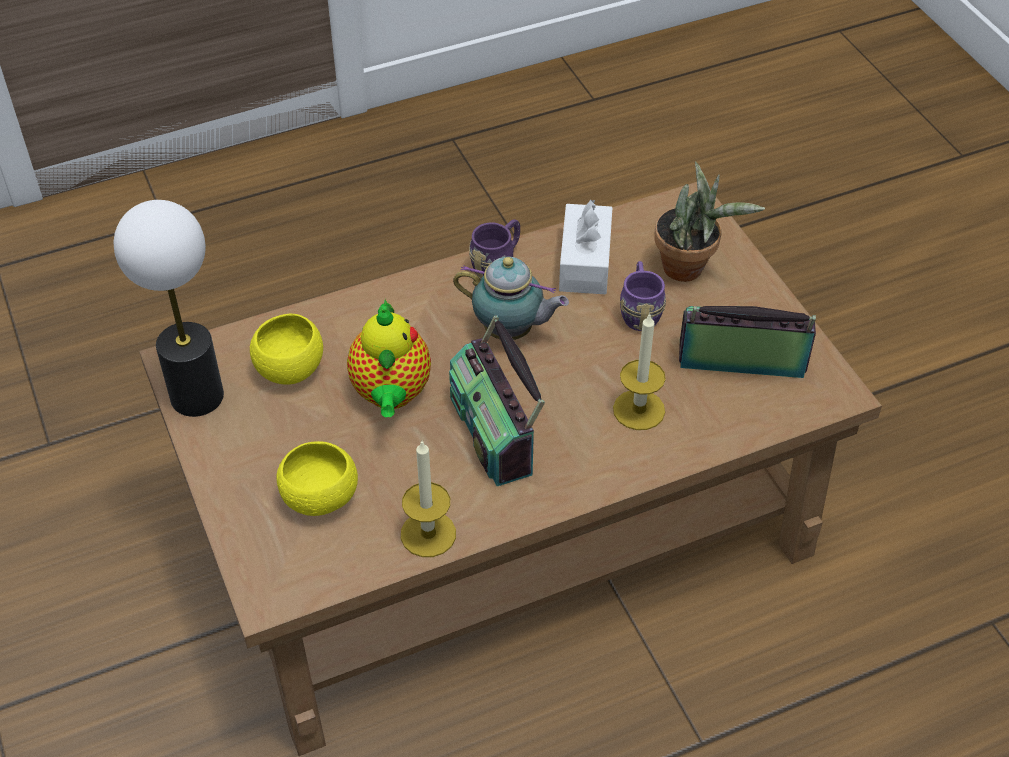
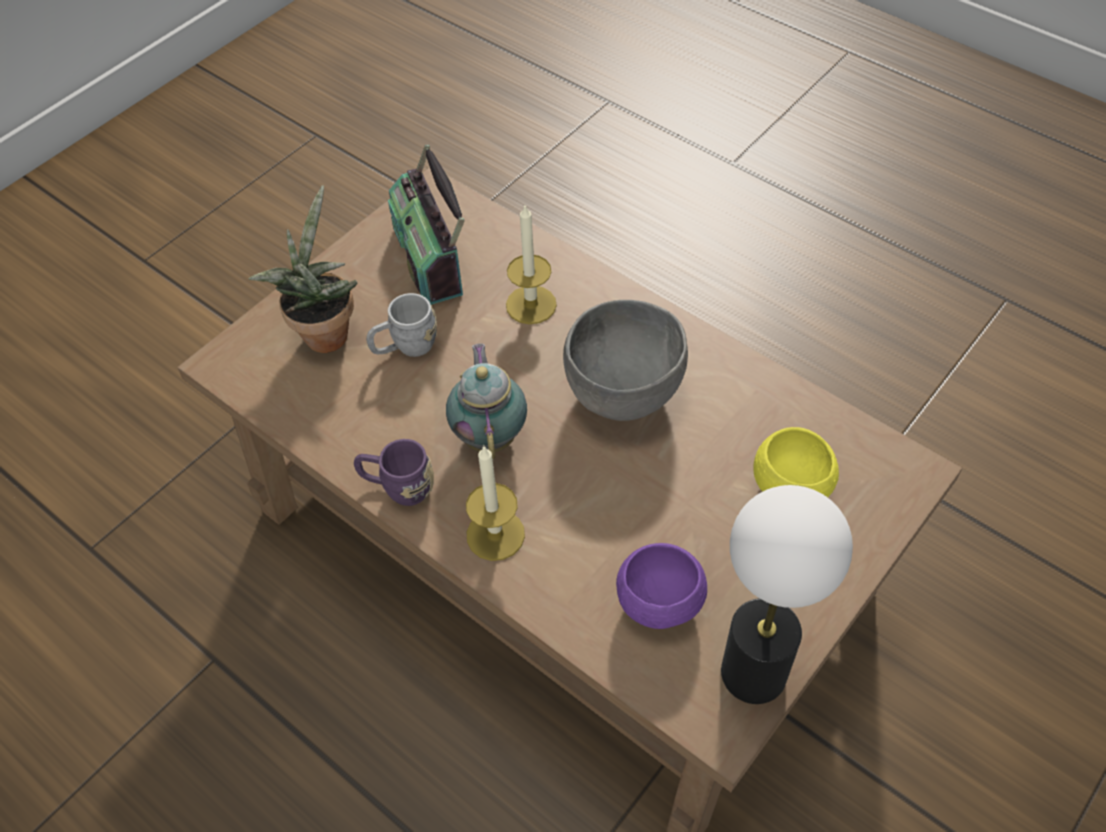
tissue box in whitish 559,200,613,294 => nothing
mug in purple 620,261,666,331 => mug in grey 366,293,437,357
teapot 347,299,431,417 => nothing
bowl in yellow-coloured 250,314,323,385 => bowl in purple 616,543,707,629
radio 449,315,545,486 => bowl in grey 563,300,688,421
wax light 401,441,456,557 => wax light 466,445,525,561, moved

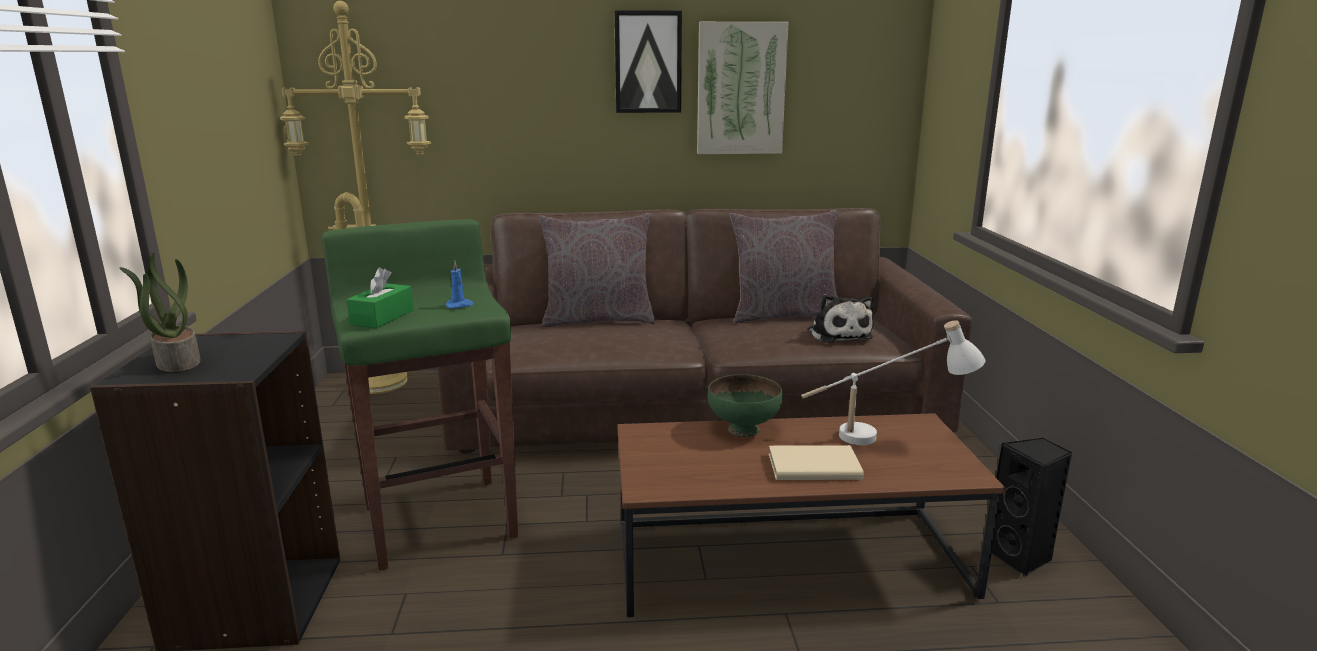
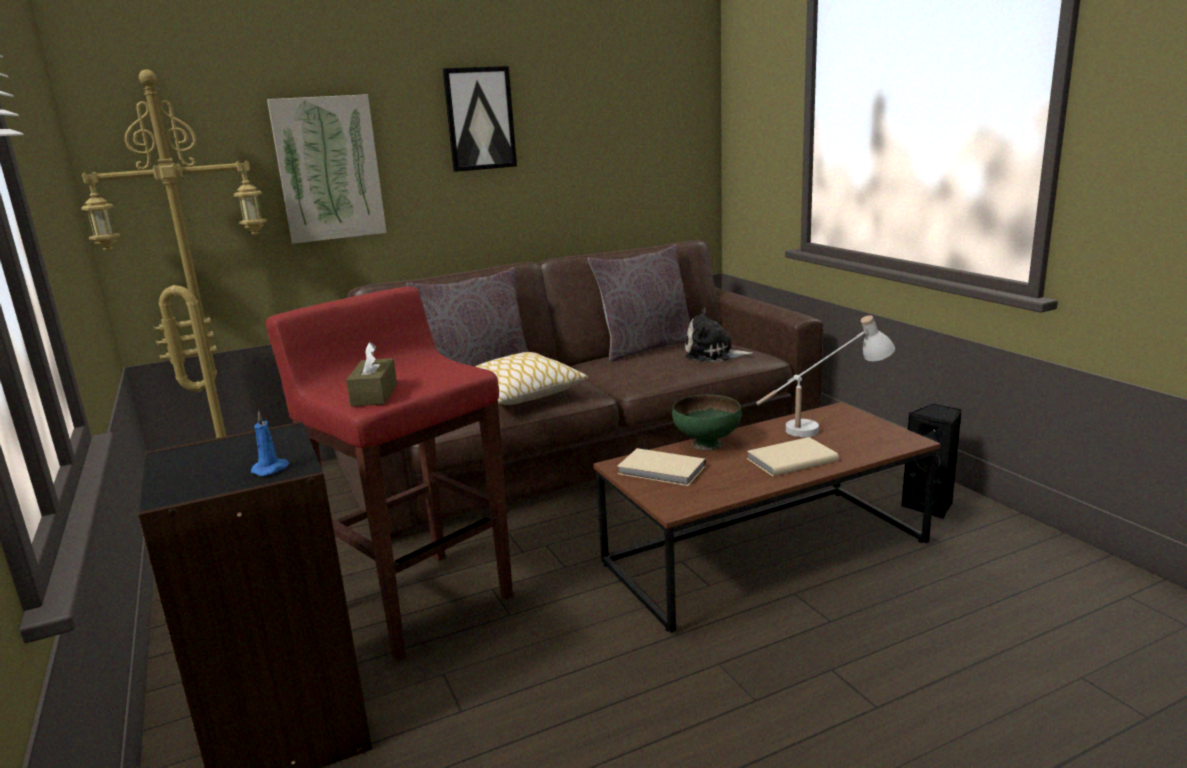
picture 697,22,788,154 => picture 267,94,387,244, moved
sitting stool in greenish 322,219,518,571 => sitting stool in reddish 265,287,513,662
plant in a pot 119,252,200,372 => nothing
wax light in bluish 445,261,474,309 => wax light in bluish 251,411,289,476, moved
tissue box in greenish 347,268,414,328 => tissue box in brown 346,342,397,407
plush toy 809,294,874,343 => plush toy 685,308,752,361, 135 degrees clockwise
nothing => cushion 475,352,588,405
nothing => book in beige 618,448,706,486

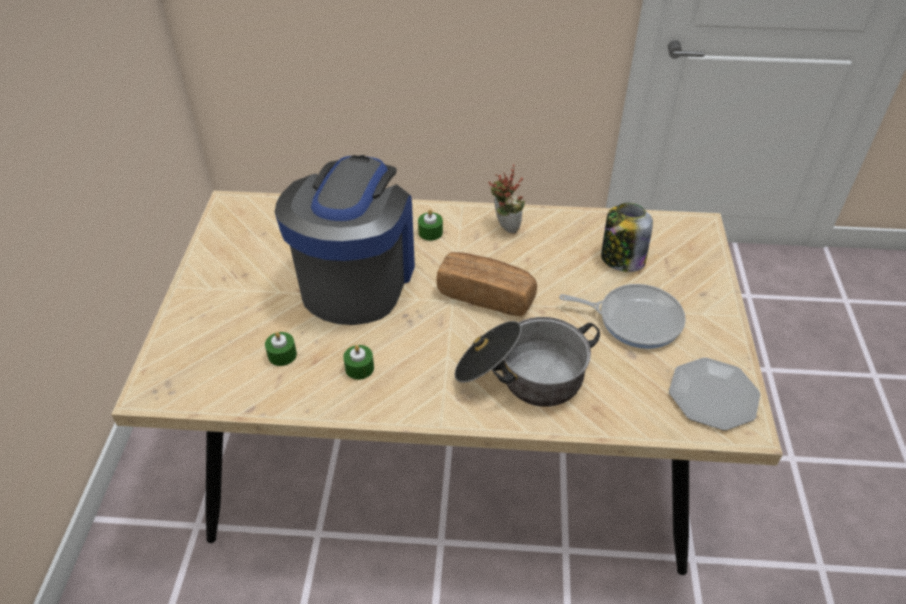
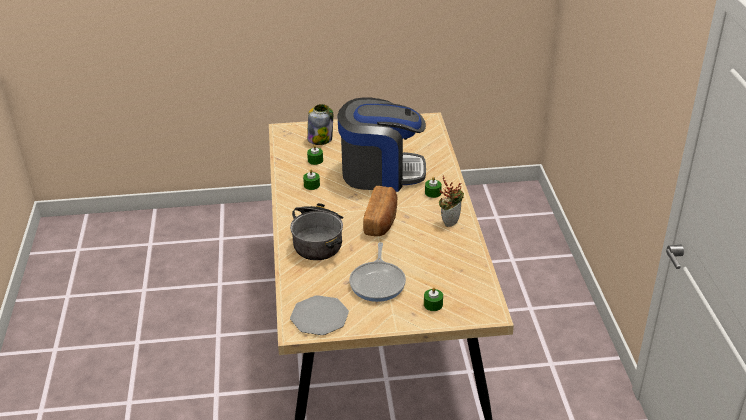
jar 601,203,653,272 => jar 307,104,333,145, moved
nothing => wax light in greenish 424,287,443,311

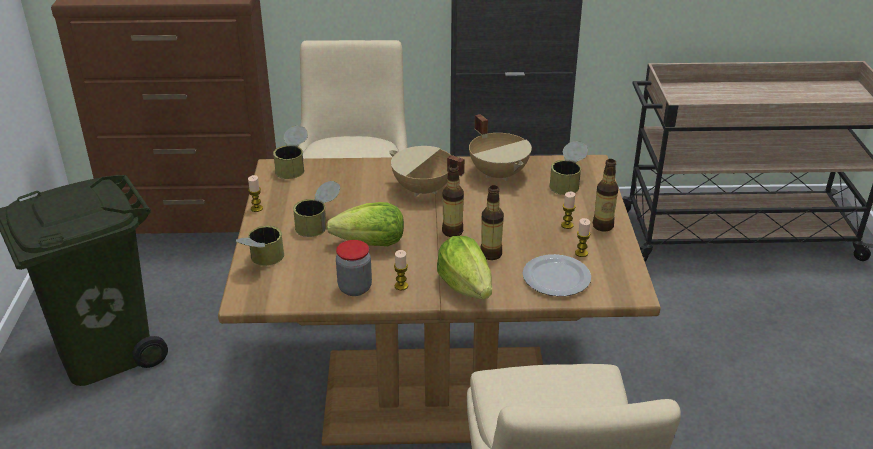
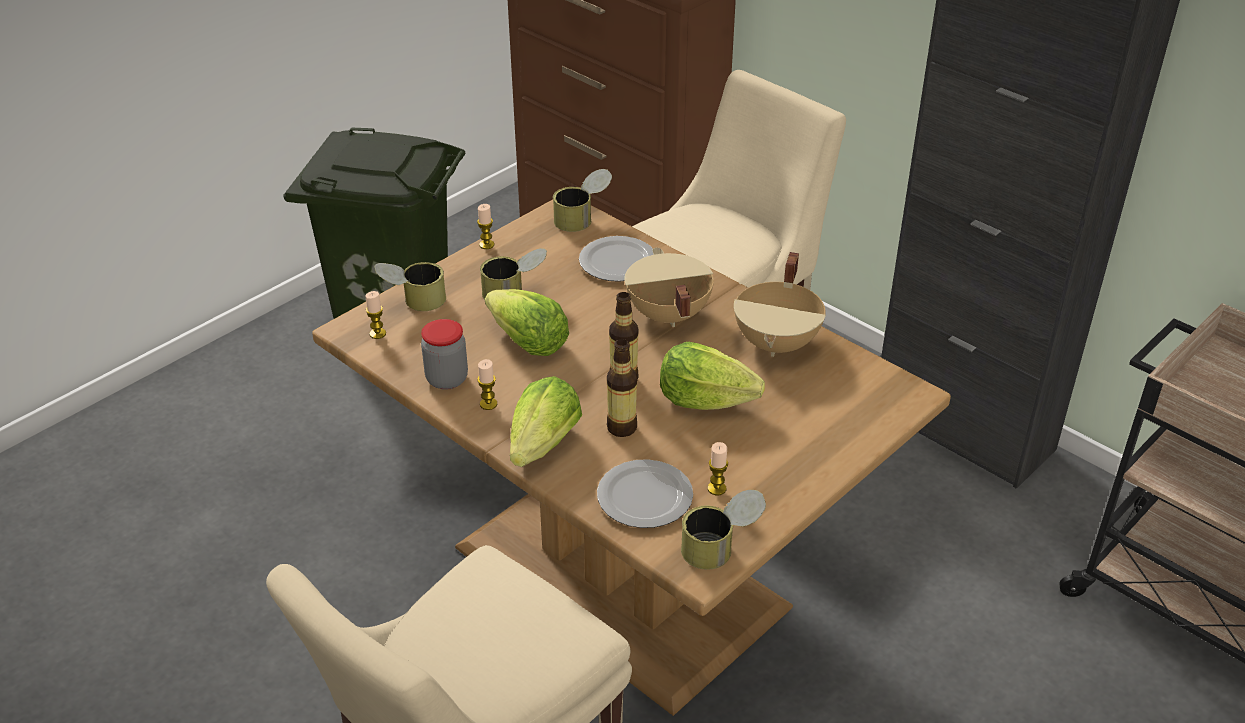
can 549,141,588,195 => can 681,490,766,570, moved
beverage bottle 593,159,619,232 => nothing
wax light 561,192,576,229 => wax light 365,291,386,339, moved
nothing => flat dish 579,236,654,282
nothing => head of lettuce 660,342,765,410

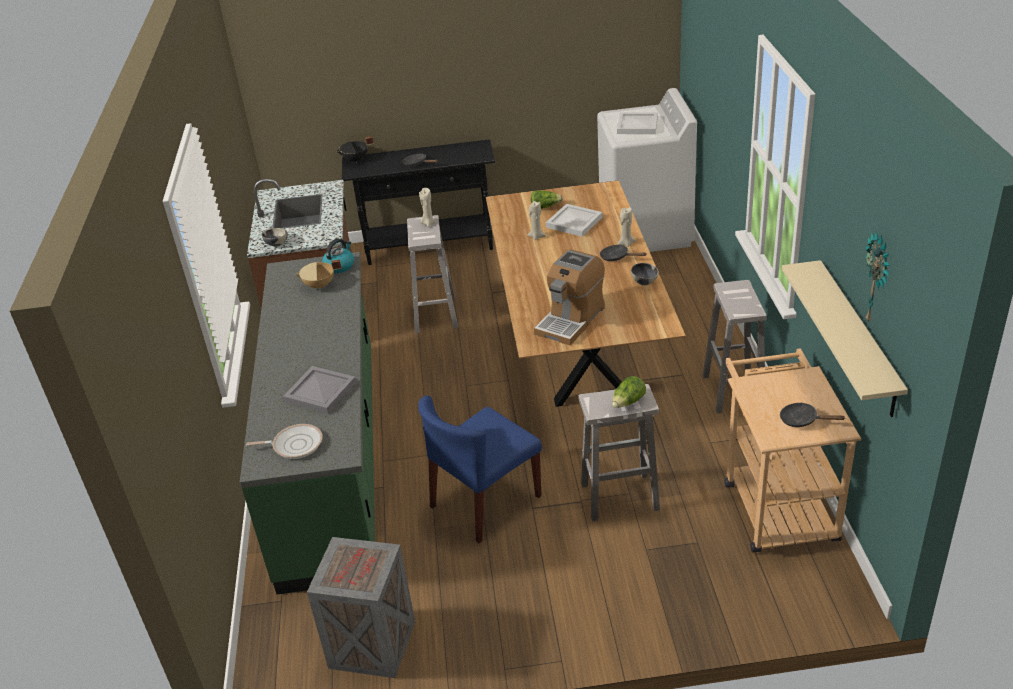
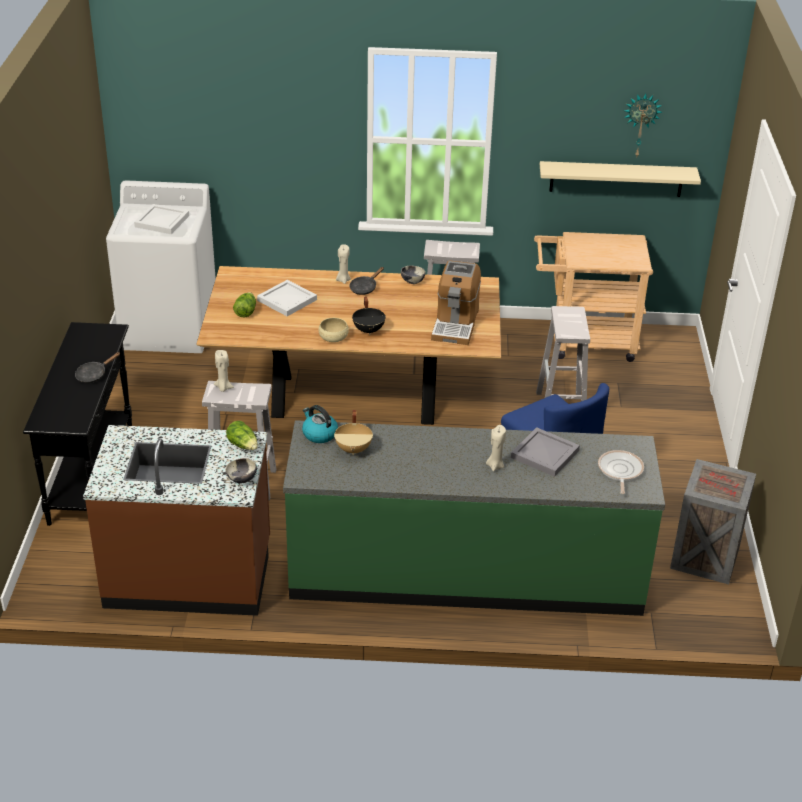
saucepot in black 336,136,374,163 => saucepot in black 352,297,386,335, moved
wax light in beige 527,201,546,240 => wax light in beige 486,425,506,471, moved
coffee machine 534,249,605,345 => coffee machine 431,260,481,345, 60 degrees clockwise
head of lettuce 612,376,646,408 => head of lettuce 226,421,258,450, moved
frying pan in black 780,402,846,427 => nothing
nothing => bowl in beige 319,318,349,342

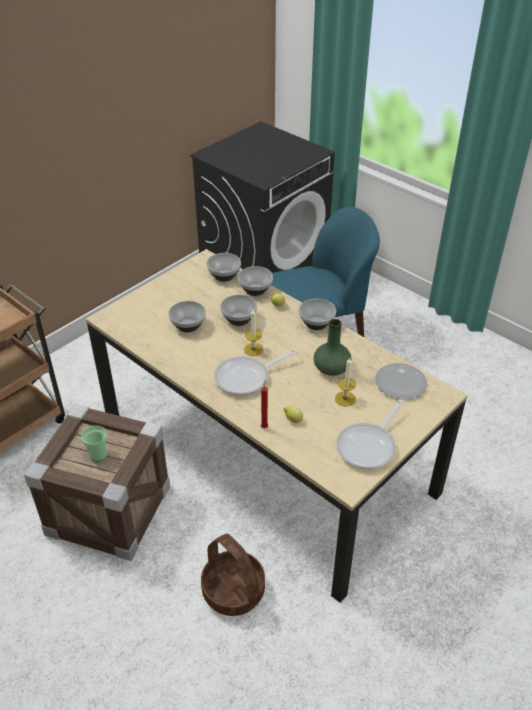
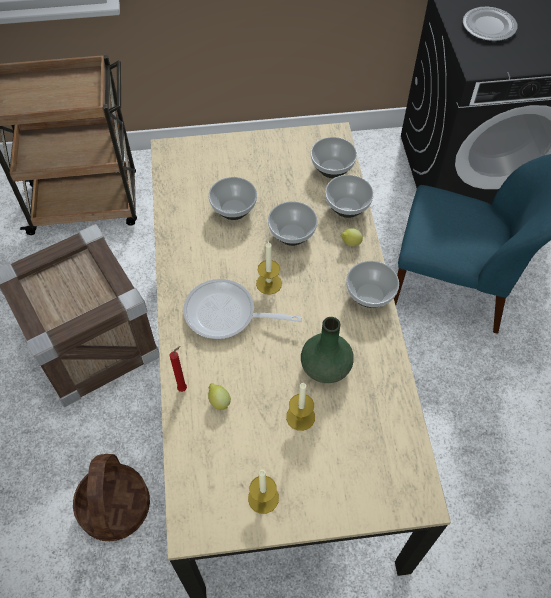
flat dish 375,363,427,399 => flat dish 463,7,517,41, moved
frying pan 336,400,403,469 => wax light 248,470,279,514
cup 81,426,107,461 => nothing

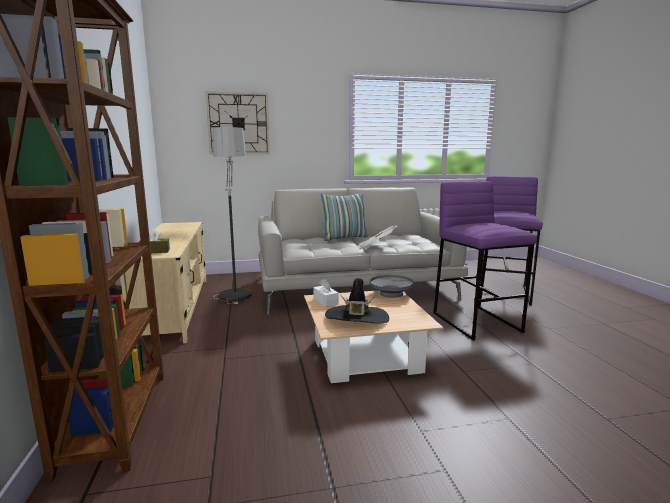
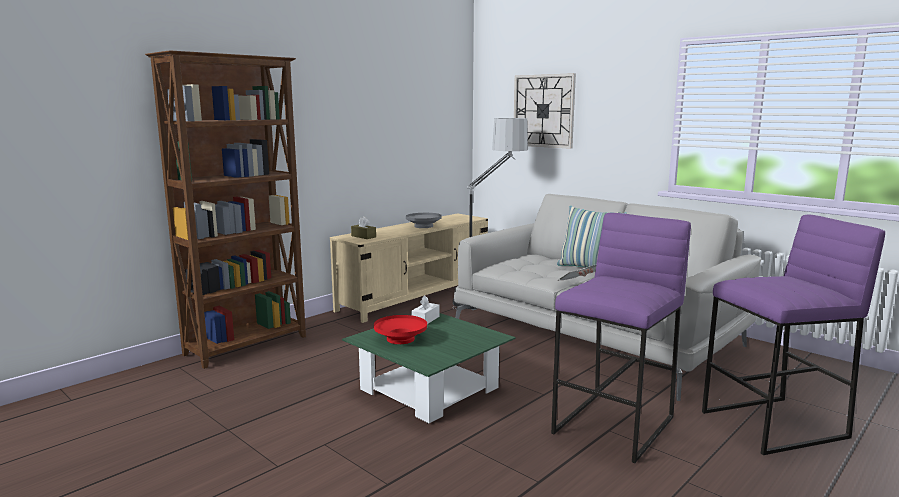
bowl in grey 370,275,414,298 => bowl in grey 406,213,442,228, moved
clothing hat in black 325,278,389,324 => bowl in reddish 374,315,427,344
lounge table in beige 304,290,443,384 => lounge table in greenish 342,313,515,423

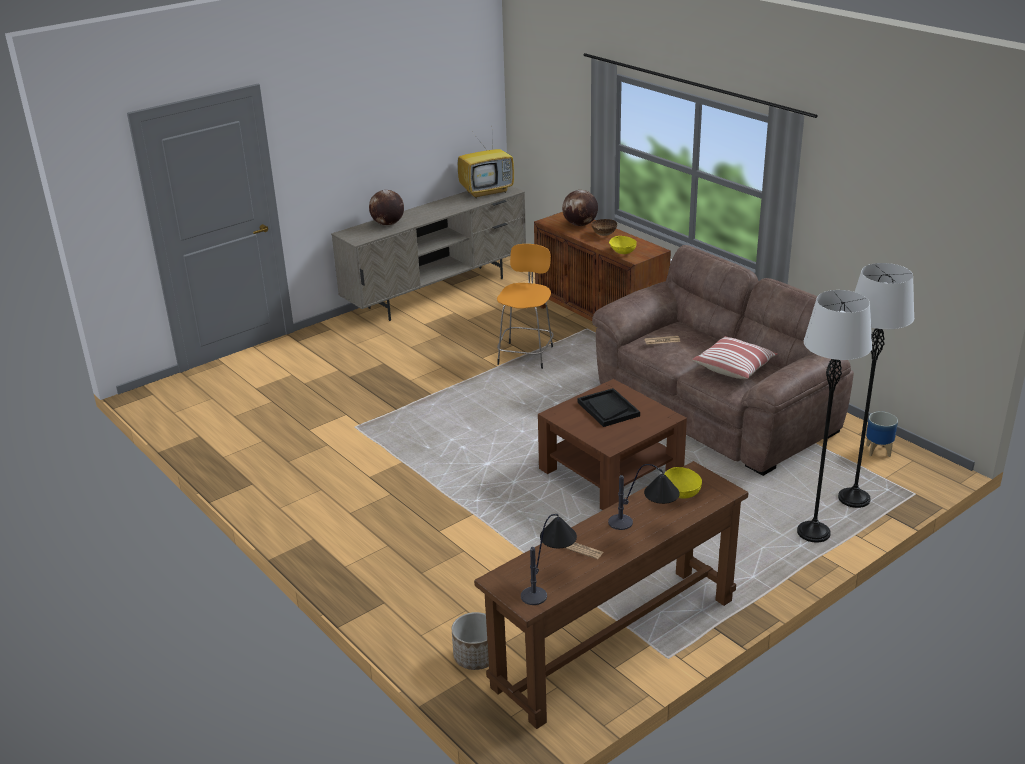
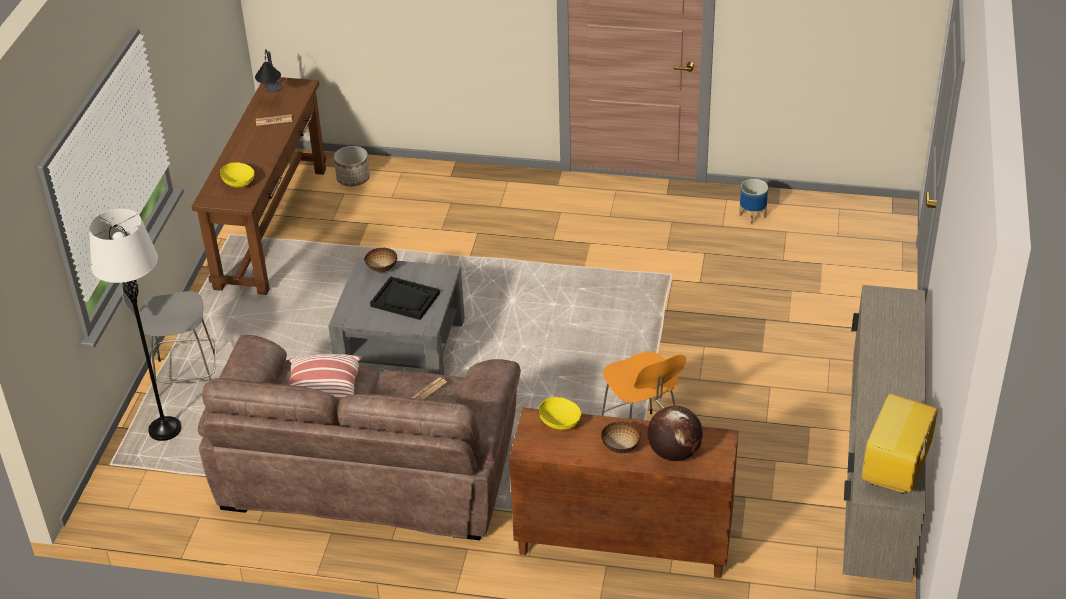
desk globe 369,190,404,226 => nothing
standing lamp in whitish 797,290,872,543 => sitting stool in grey 121,280,216,385
lounge table in brown 538,379,687,510 => lounge table in grey 328,257,465,375
plant pot 866,412,898,457 => plant pot 739,179,768,225, moved
lamp for a table 608,464,680,530 => nothing
nothing => bowl 364,248,397,273

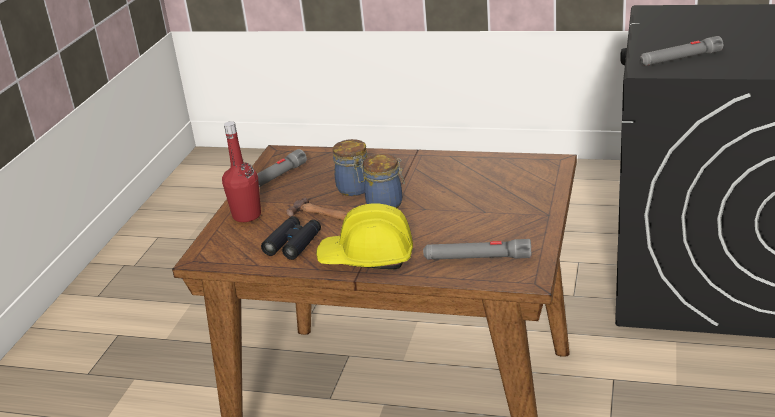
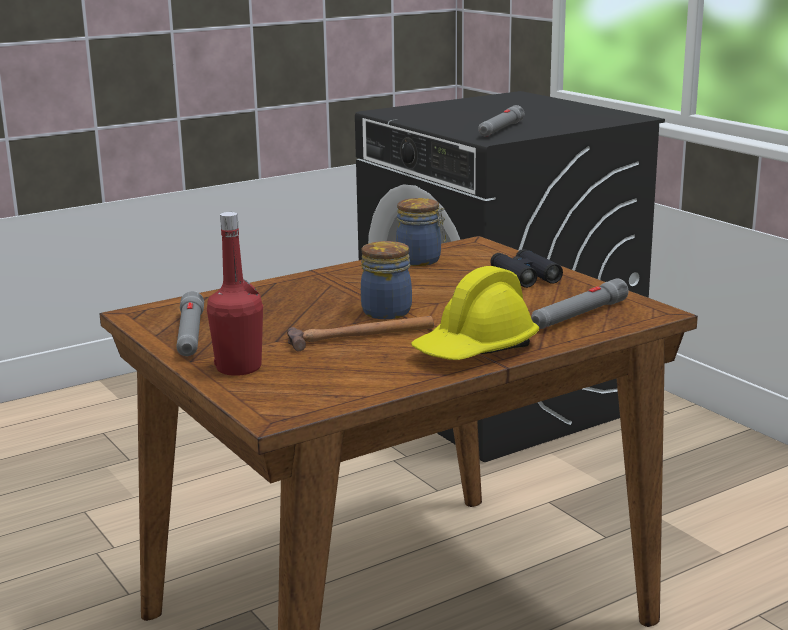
jar 333,139,368,196 => jar 396,198,446,266, moved
field glasses in black 261,216,321,260 => field glasses in black 490,249,563,288, moved

